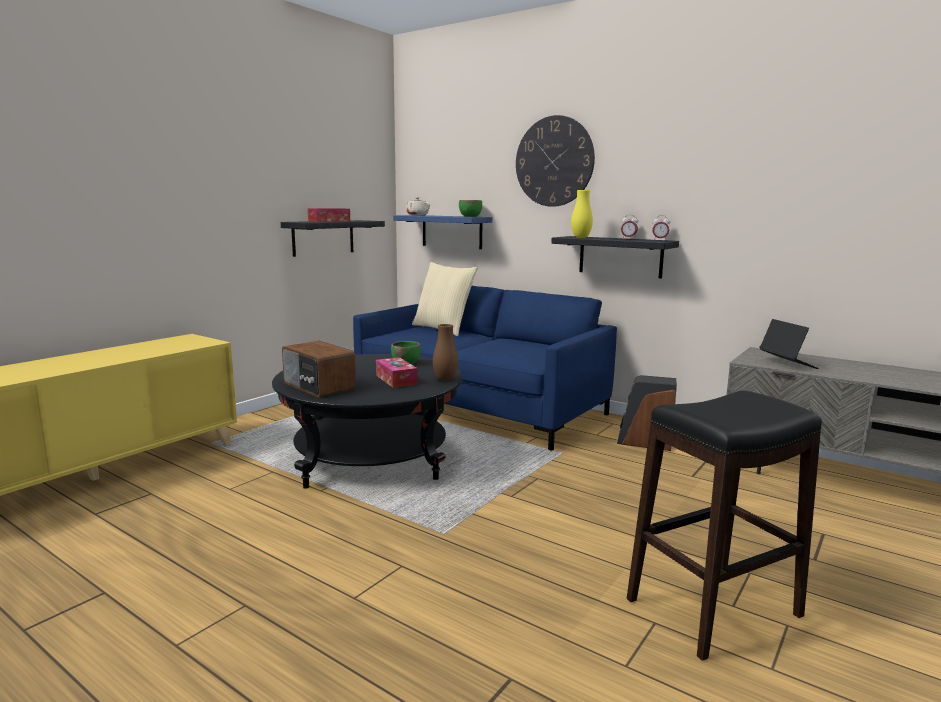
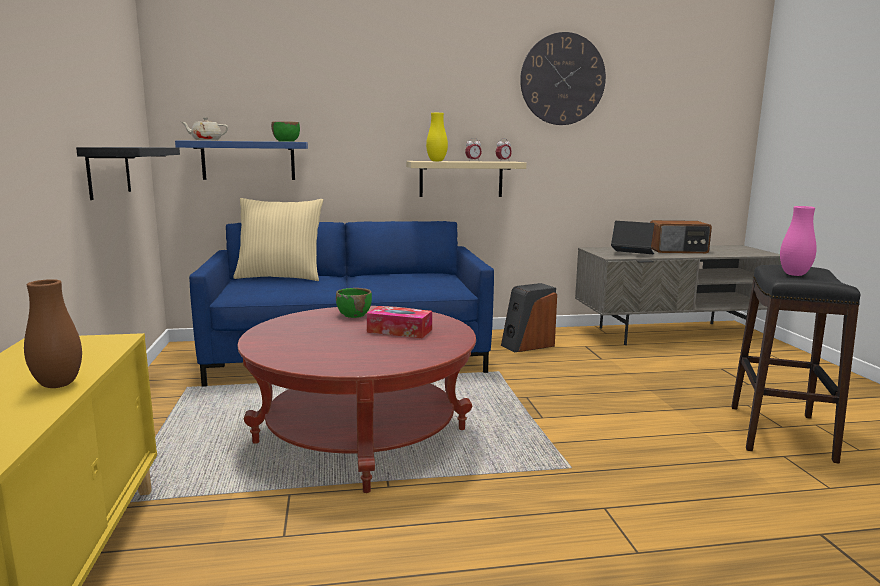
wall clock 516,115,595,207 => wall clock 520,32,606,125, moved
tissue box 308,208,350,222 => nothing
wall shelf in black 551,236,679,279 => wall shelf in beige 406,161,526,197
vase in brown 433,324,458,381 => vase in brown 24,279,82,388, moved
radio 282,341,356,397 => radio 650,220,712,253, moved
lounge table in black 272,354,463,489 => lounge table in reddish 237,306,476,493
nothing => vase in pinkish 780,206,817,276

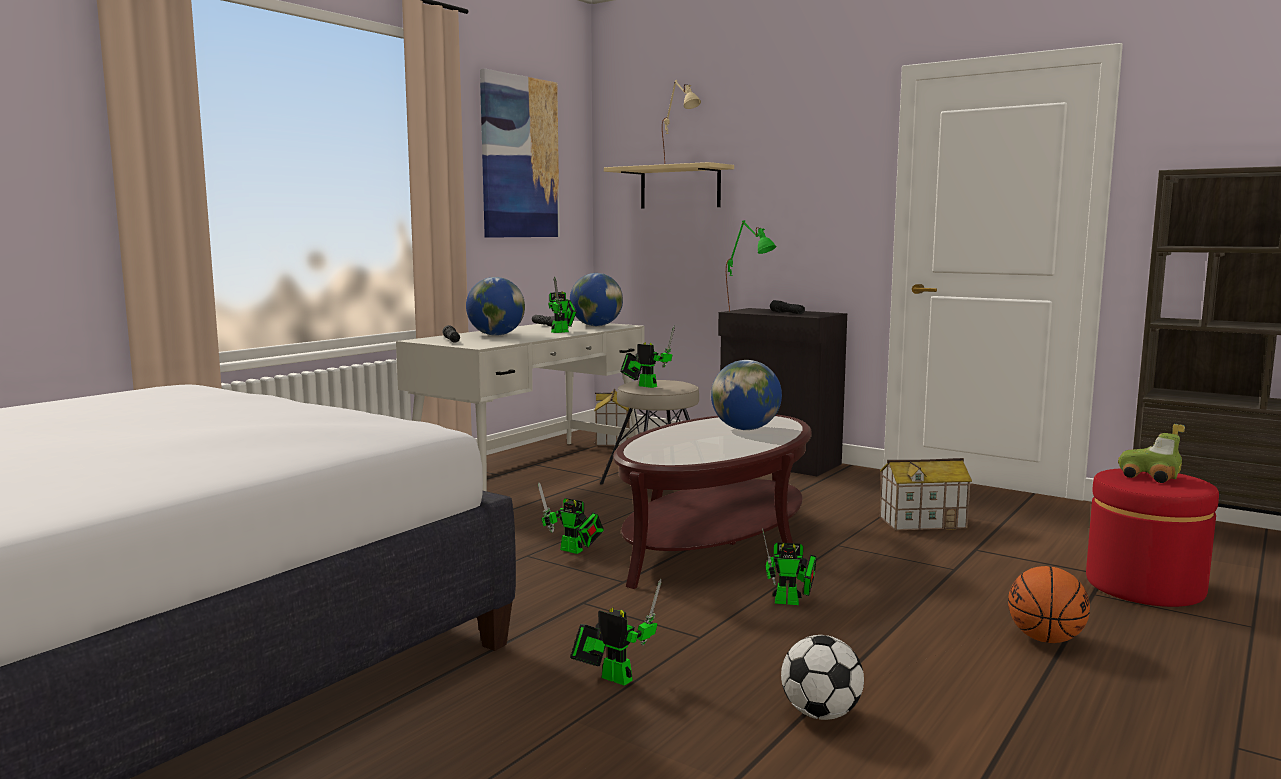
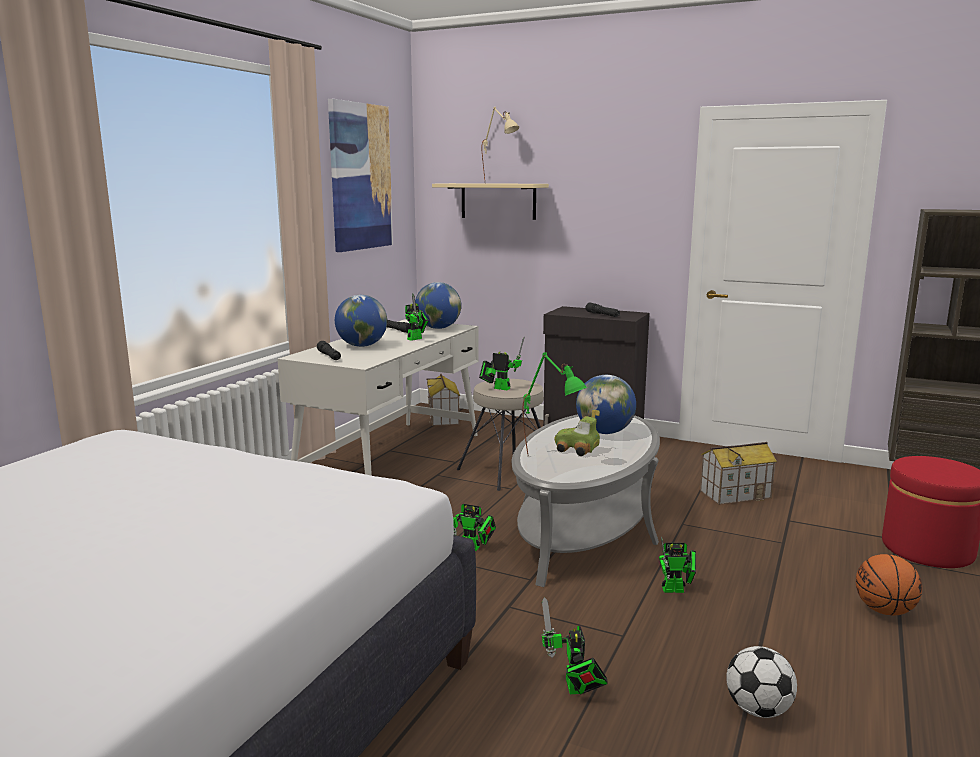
lamp for a table in greenish 726,220,776,312 => lamp for a table in greenish 522,352,587,457, moved
lounge table in brown 613,415,812,589 => lounge table in grey 512,414,660,587
model car 1118,424,1185,483 => model car 554,409,600,456, moved
robot figure 570,579,662,686 => robot figure 542,597,608,694, 120 degrees counterclockwise

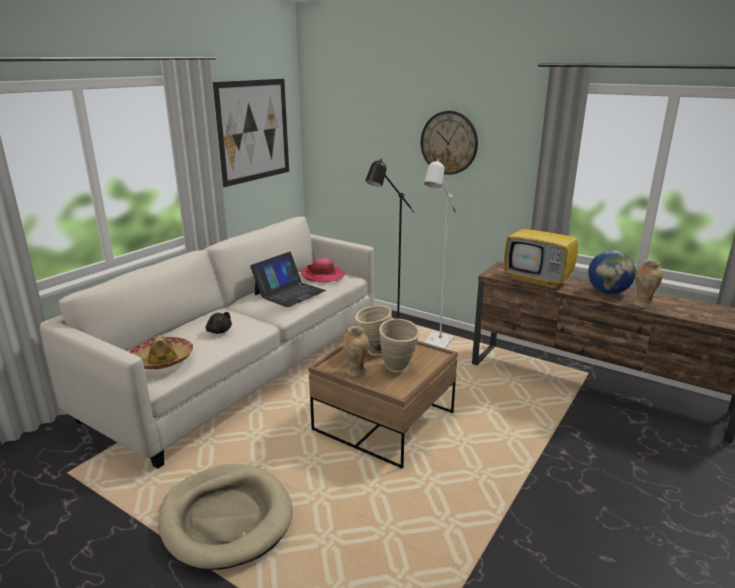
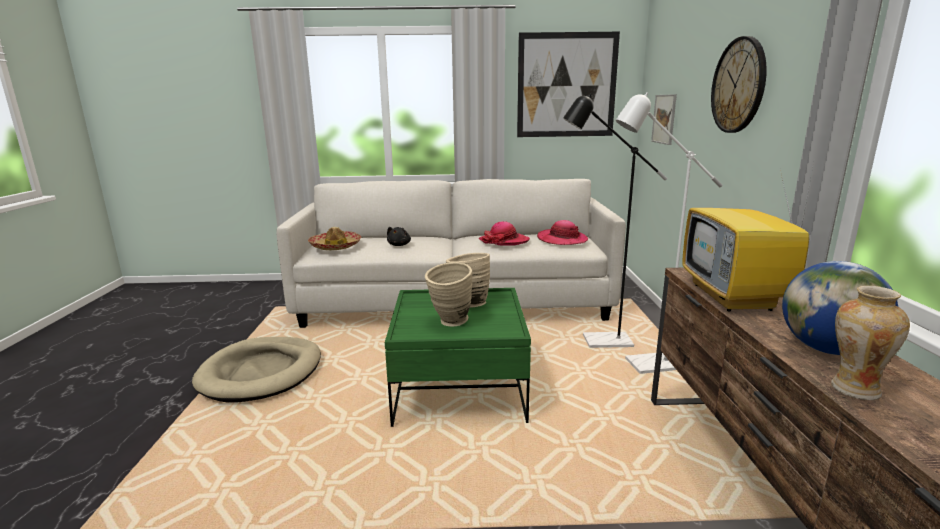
portable computer 250,252,326,307 => clothing hat 479,221,530,246
vase 343,326,369,377 => nothing
lounge table in brown 309,340,458,469 => lounge table in greenish 385,288,531,427
nothing => picture 651,94,677,145

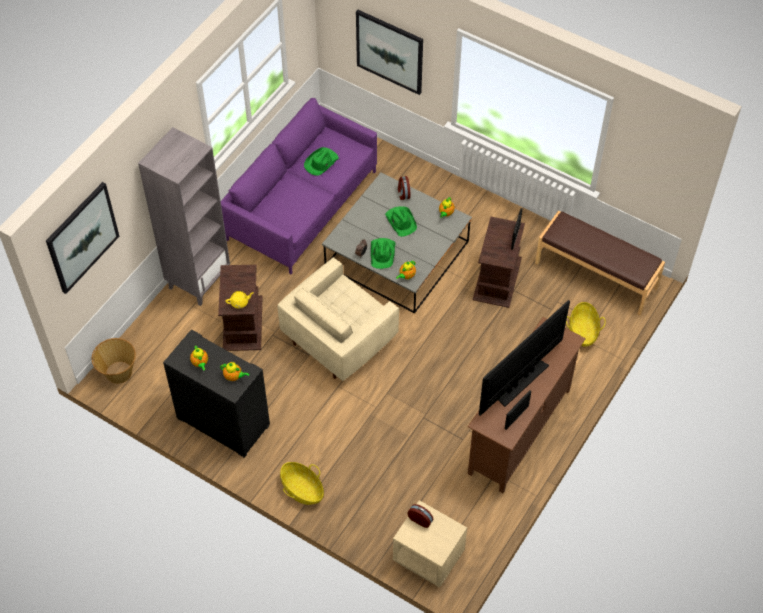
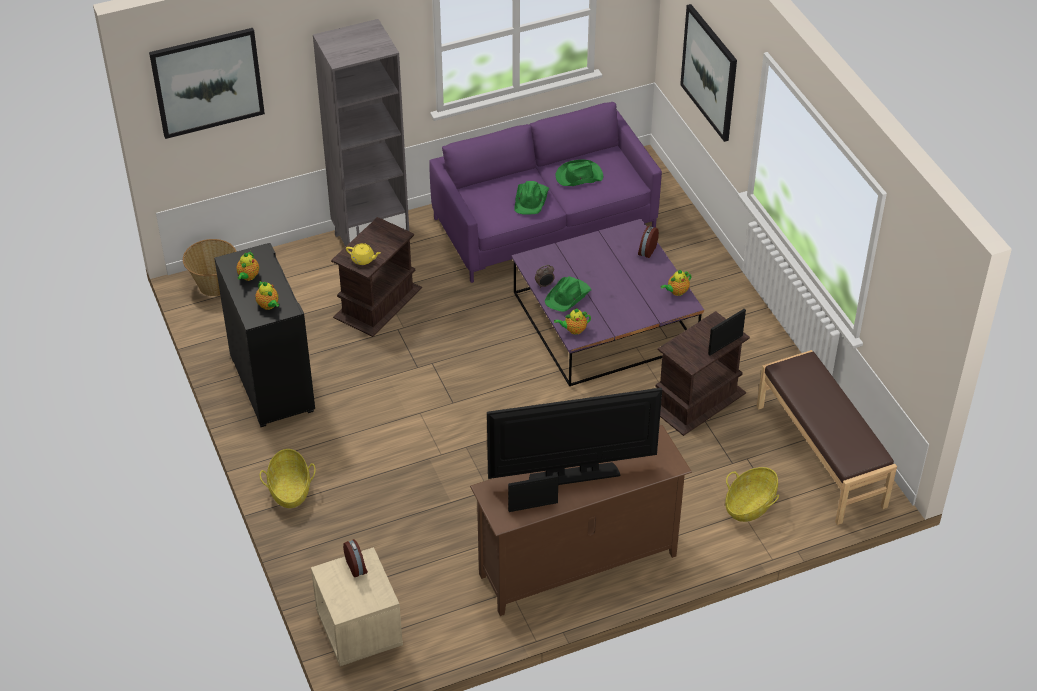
lounge table in grey 322,173,472,313 => lounge table in purple 511,219,704,386
clothing hat in greenish 385,206,417,237 => clothing hat in greenish 514,181,549,215, moved
lounge chair in beige 277,257,399,381 => nothing

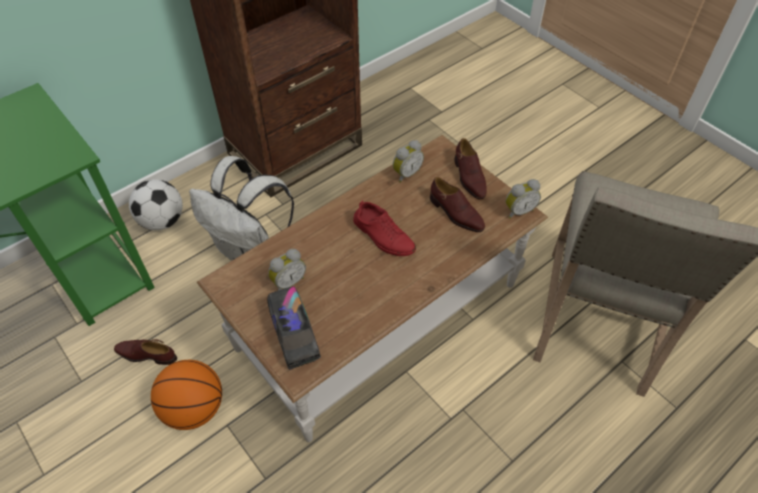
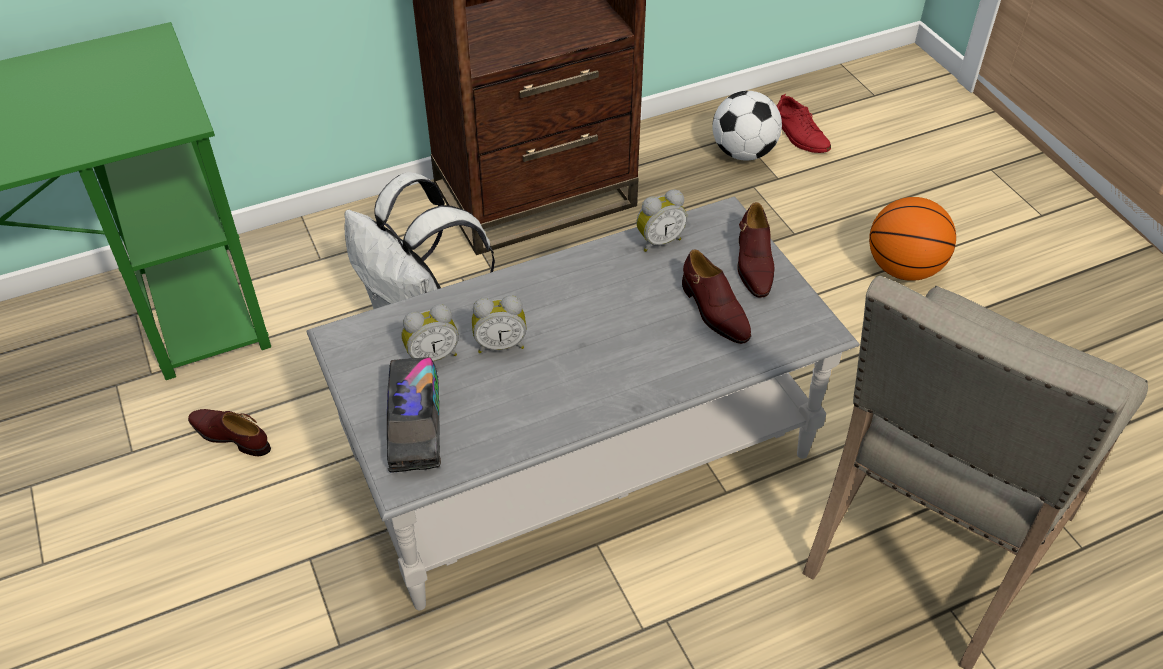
lounge table in brown 197,135,548,442 => lounge table in grey 306,196,860,611
football ball 129,179,183,230 => football ball 713,91,782,161, moved
bedside clock 506,179,541,219 => bedside clock 472,295,527,353, moved
item of footwear in reddish 353,200,416,256 => item of footwear in reddish 776,94,831,153, moved
basketball 151,360,222,430 => basketball 869,197,956,281, moved

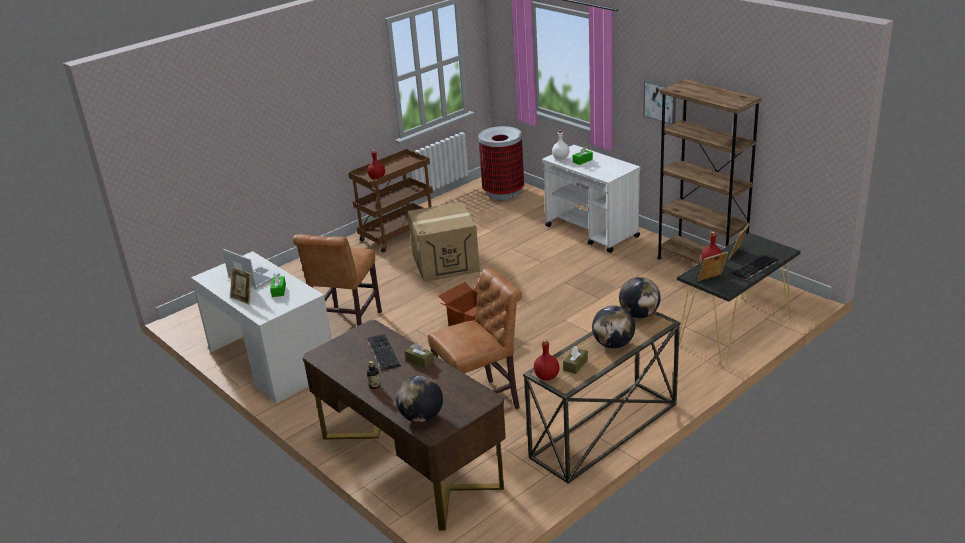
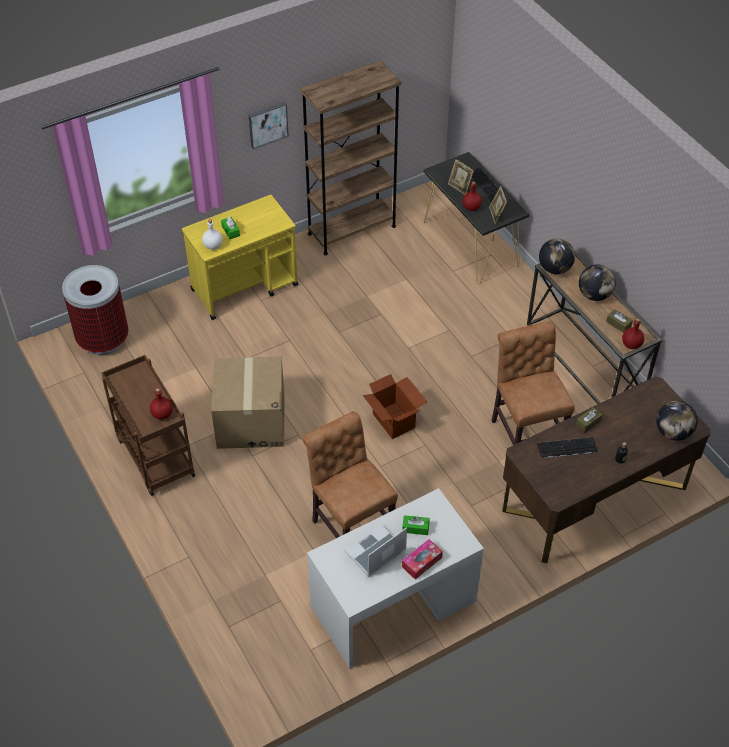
wheeled cart in whitish 542,145,640,253 => wheeled cart in yellow-coloured 182,195,298,320
plain chair in brown 293,234,382,326 => plain chair in brown 303,411,398,538, 150 degrees counterclockwise
standing frame 230,267,252,305 => tissue box 402,539,443,580

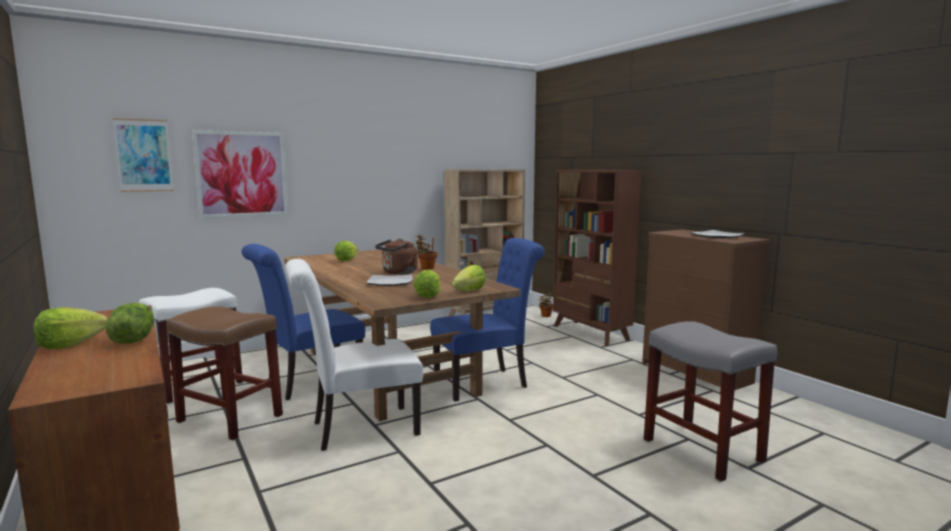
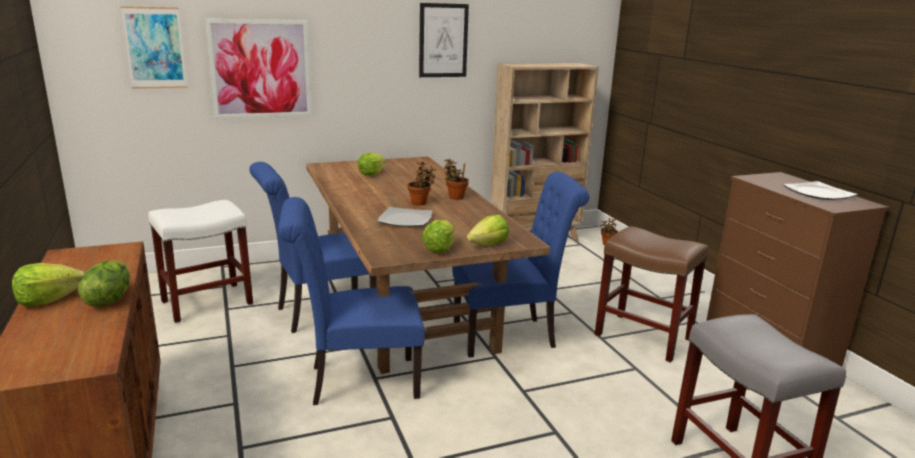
bookshelf in brown 553,170,641,346 => nothing
tea kettle in brown 375,239,417,274 => plant in a pot 407,161,436,205
plain chair in whitish 285,259,423,451 => plain chair in bluish 278,197,425,405
sitting stool in brown 166,306,283,440 => sitting stool in brown 595,226,708,363, moved
nothing => picture 419,3,469,77

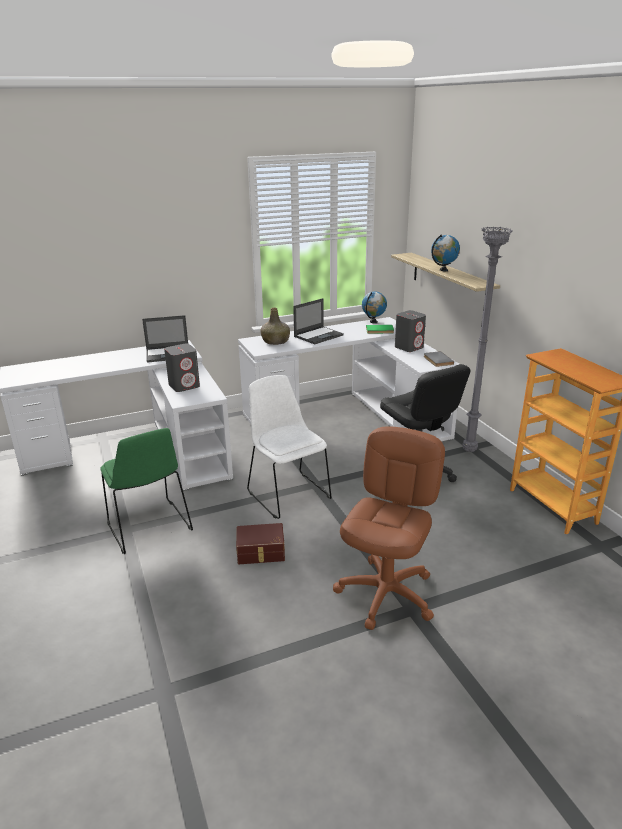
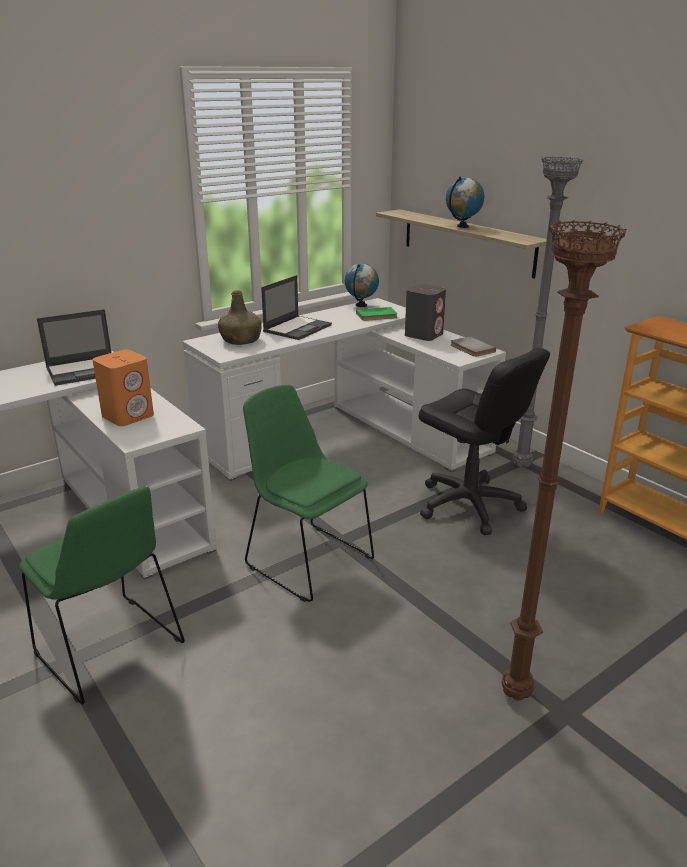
audio speaker in grey 164,343,200,392 => audio speaker in orangey 92,349,154,426
plain chair in whitish 247,375,331,519 => plain chair in greenish 243,385,374,602
desk chair in brown 333,426,445,630 => standing lamp in brown 501,220,627,701
storage container in brown 236,523,285,564 => nothing

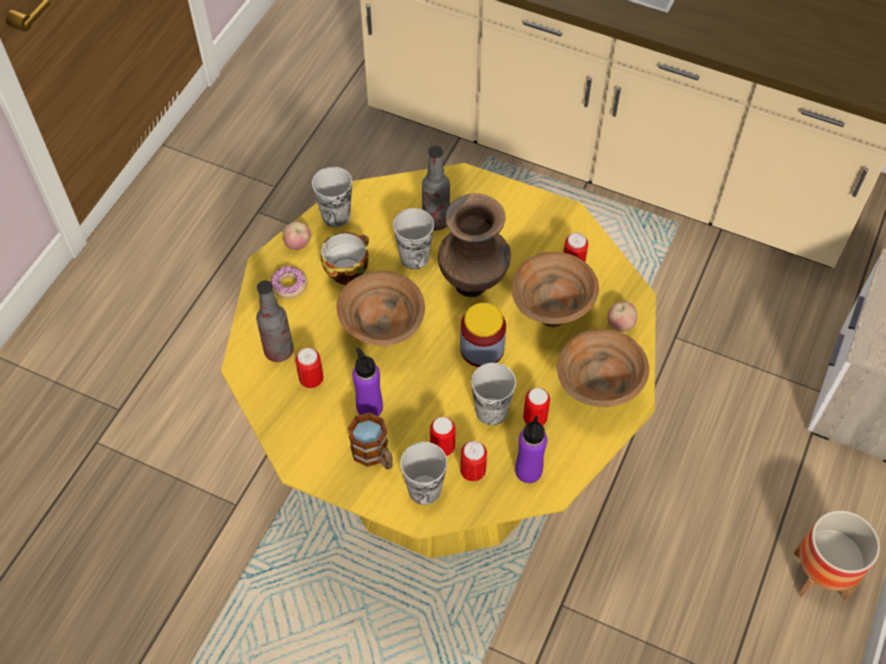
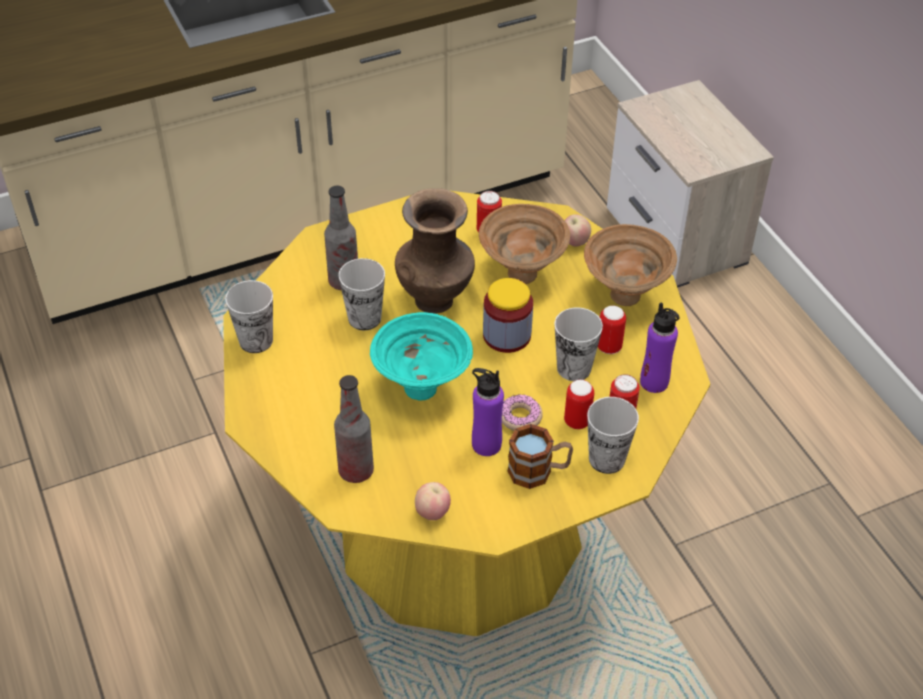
apple 283,221,311,250 => apple 415,482,451,520, moved
cup 321,232,369,285 => nothing
donut 271,266,307,299 => donut 502,394,543,431, moved
bowl in brown 337,271,425,346 => bowl in blue-green 370,312,473,400
can 295,348,324,388 => nothing
plant pot 794,510,880,600 => nothing

